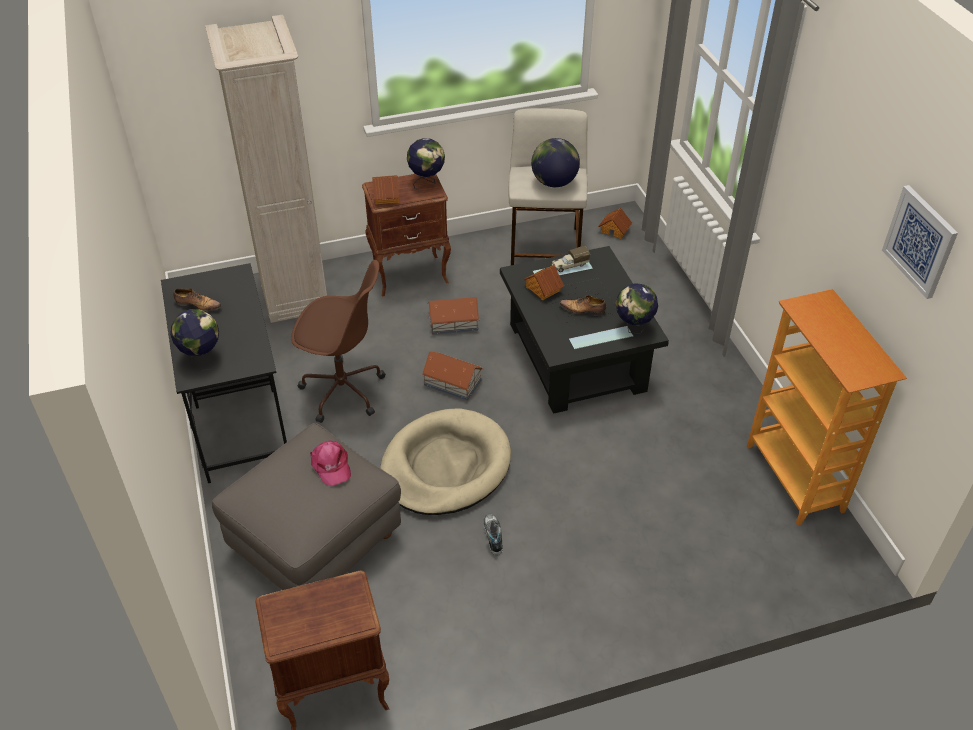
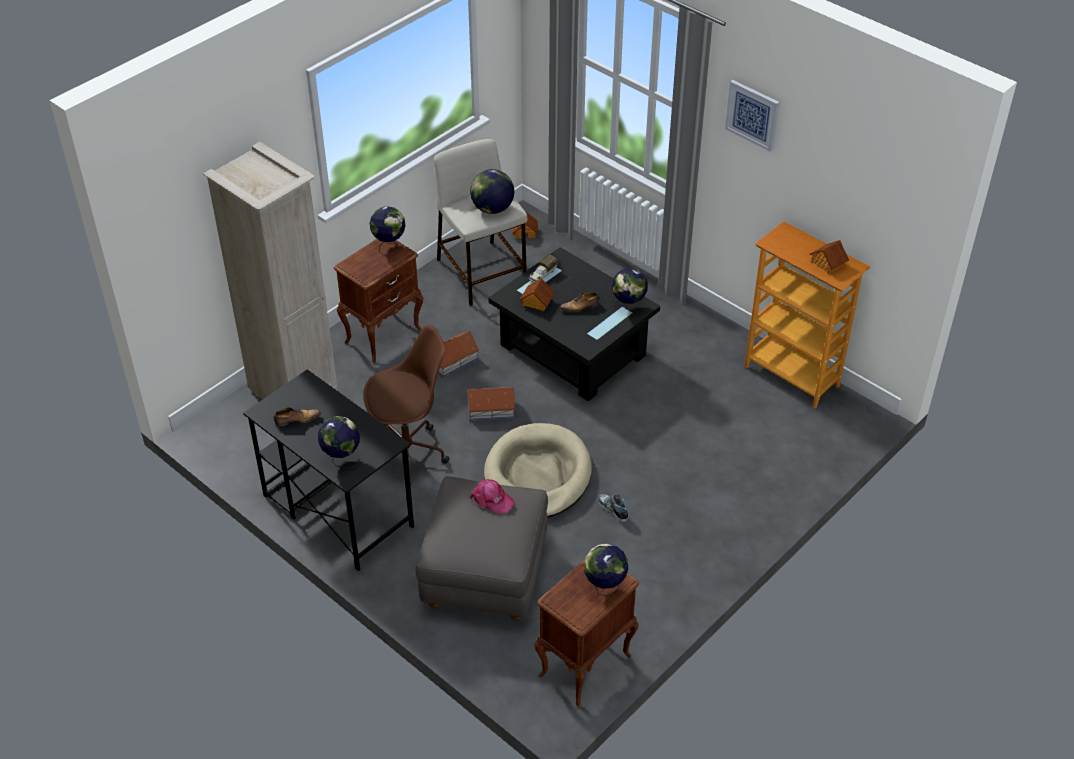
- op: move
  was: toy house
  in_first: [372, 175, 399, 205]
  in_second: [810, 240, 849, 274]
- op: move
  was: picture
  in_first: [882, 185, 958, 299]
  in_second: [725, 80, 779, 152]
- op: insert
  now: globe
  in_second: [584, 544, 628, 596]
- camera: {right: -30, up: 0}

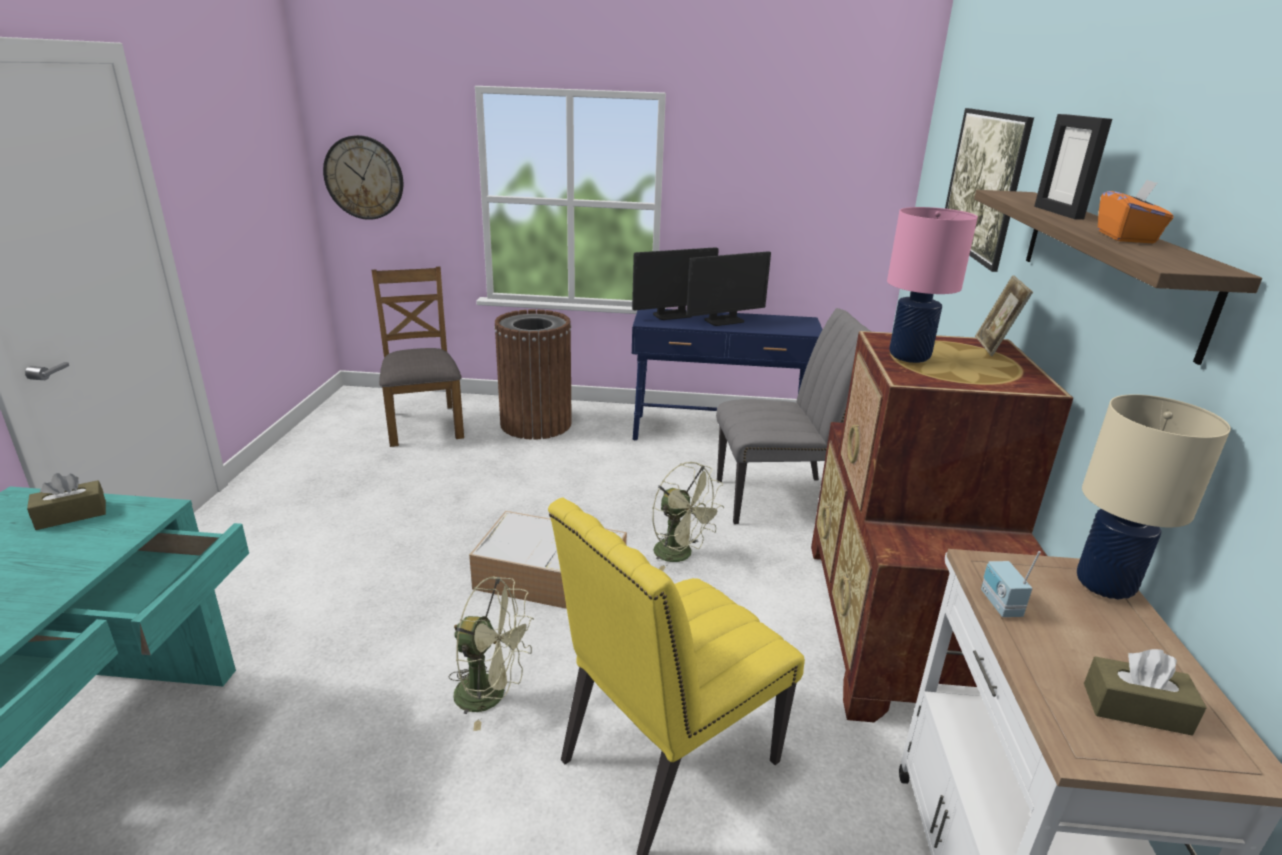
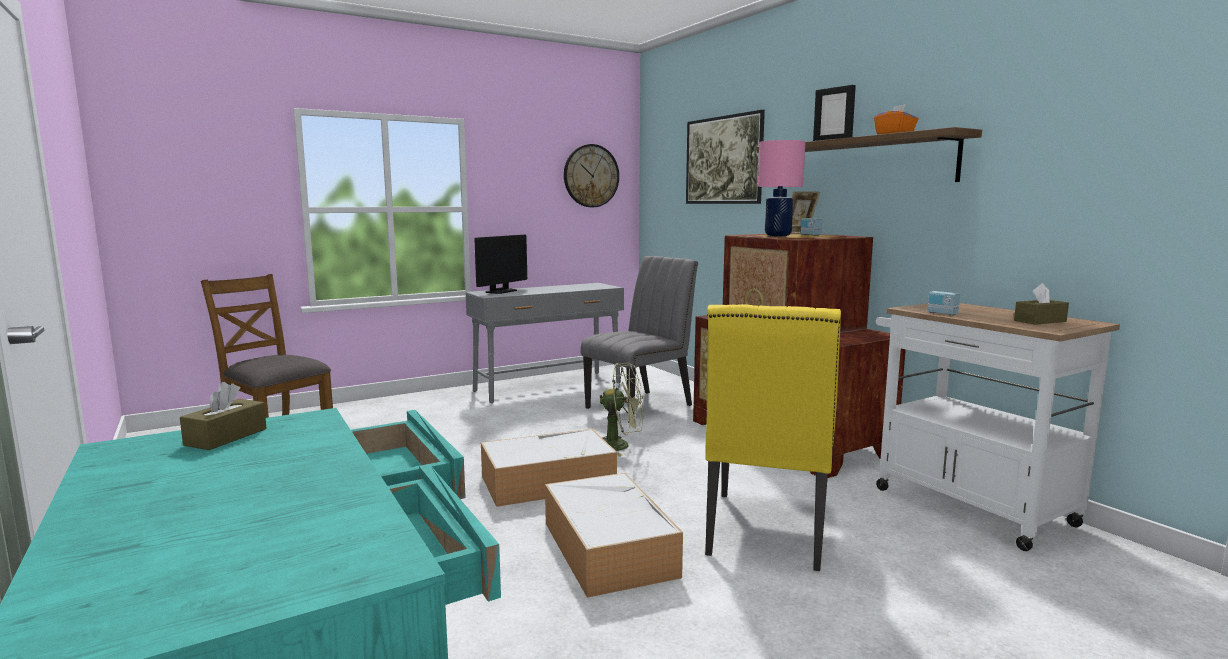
- op: move
  was: wall clock
  in_first: [323, 135, 403, 220]
  in_second: [564, 144, 619, 207]
- op: delete
  was: monitor
  in_first: [686, 251, 771, 326]
- op: recolor
  was: blue console table
  now: grey console table
  in_first: [631, 308, 823, 440]
  in_second: [465, 283, 624, 403]
- op: delete
  was: brown trash can
  in_first: [494, 309, 572, 440]
- op: delete
  was: beige table lamp
  in_first: [1077, 394, 1231, 600]
- op: replace
  was: green fan
  now: storage box
  in_first: [449, 576, 534, 731]
  in_second: [545, 473, 683, 598]
- op: insert
  now: radio
  in_second: [800, 200, 822, 236]
- camera: {right: -35, up: -15}

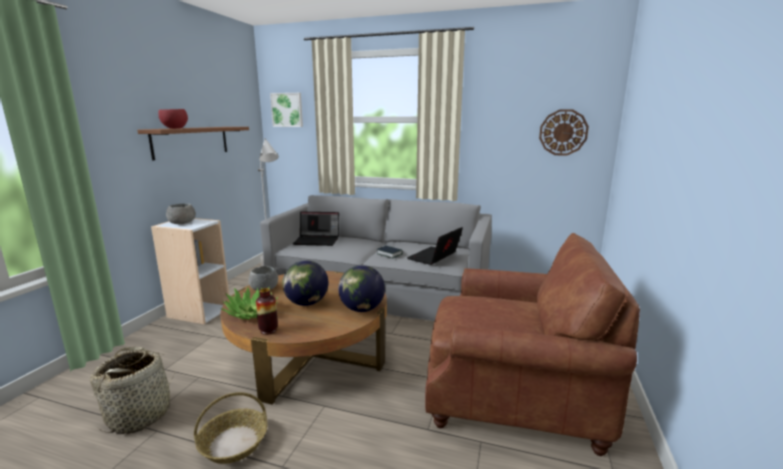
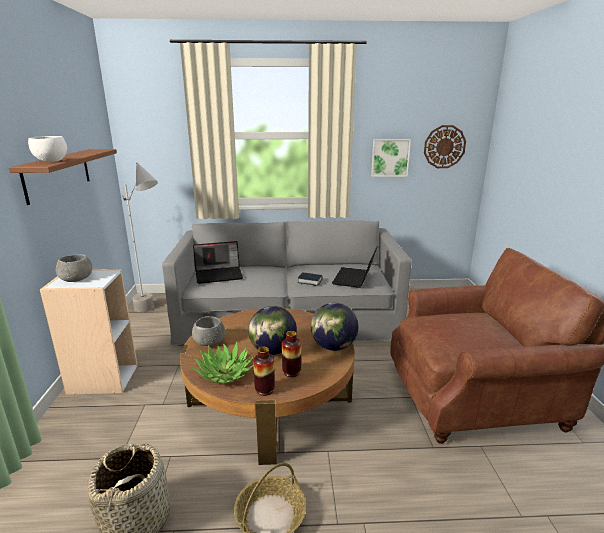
- op: move
  was: picture
  in_first: [270, 93, 303, 127]
  in_second: [371, 139, 411, 177]
- op: recolor
  was: red bowl
  now: white bowl
  in_first: [159, 109, 188, 129]
  in_second: [28, 136, 67, 162]
- op: insert
  now: vase
  in_second: [282, 331, 301, 377]
- camera: {right: -20, up: 5}

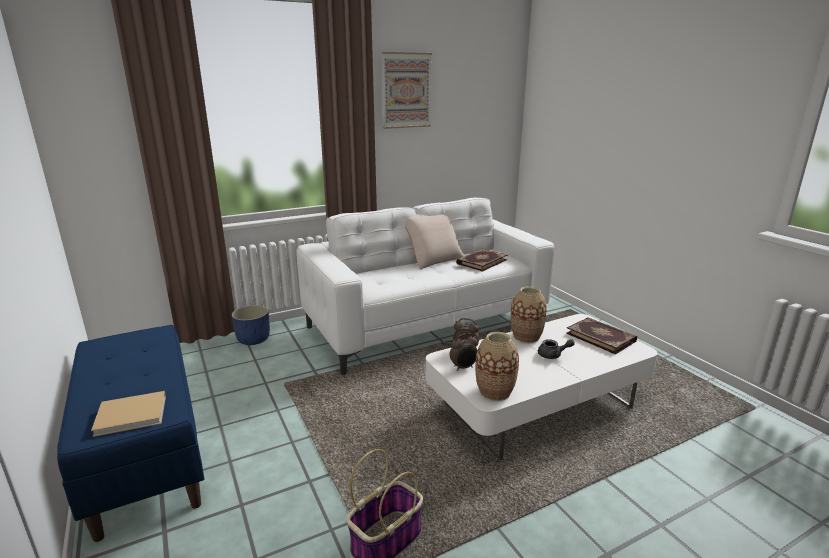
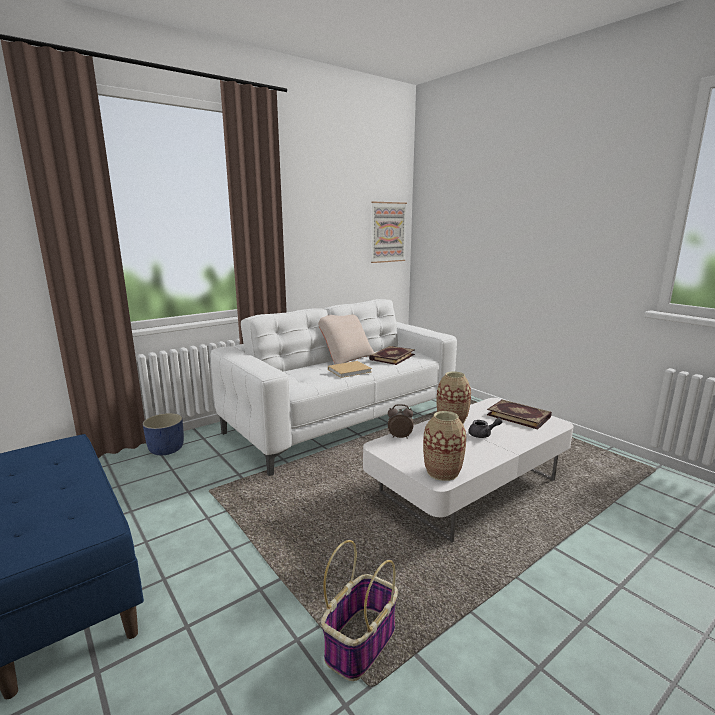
- op: move
  was: picture
  in_first: [381, 52, 432, 129]
  in_second: [371, 202, 407, 263]
- op: delete
  was: alarm clock
  in_first: [450, 333, 478, 371]
- op: move
  was: beige book
  in_first: [91, 391, 166, 437]
  in_second: [328, 361, 372, 378]
- camera: {right: -10, up: -5}

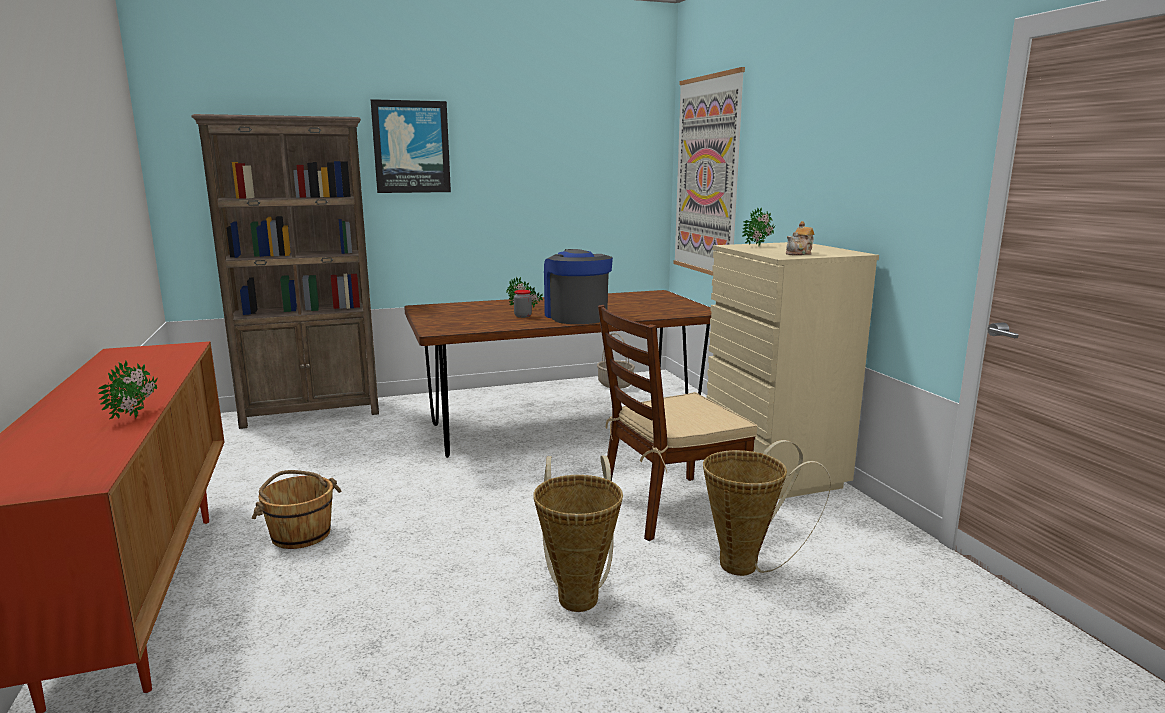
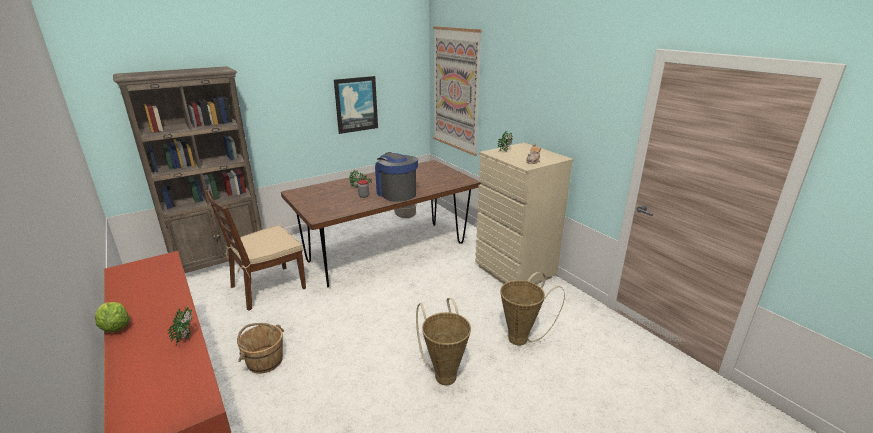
- op: move
  was: picture
  in_first: [371, 99, 451, 193]
  in_second: [334, 76, 378, 134]
- op: move
  was: brown chair
  in_first: [598, 305, 758, 541]
  in_second: [206, 189, 306, 311]
- op: insert
  now: lettuce
  in_second: [95, 302, 130, 332]
- camera: {right: -15, up: 10}

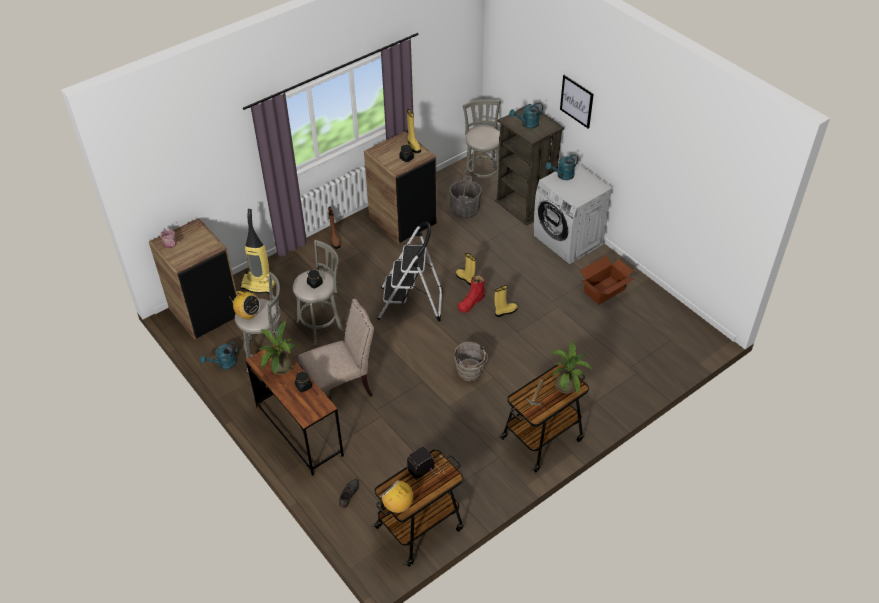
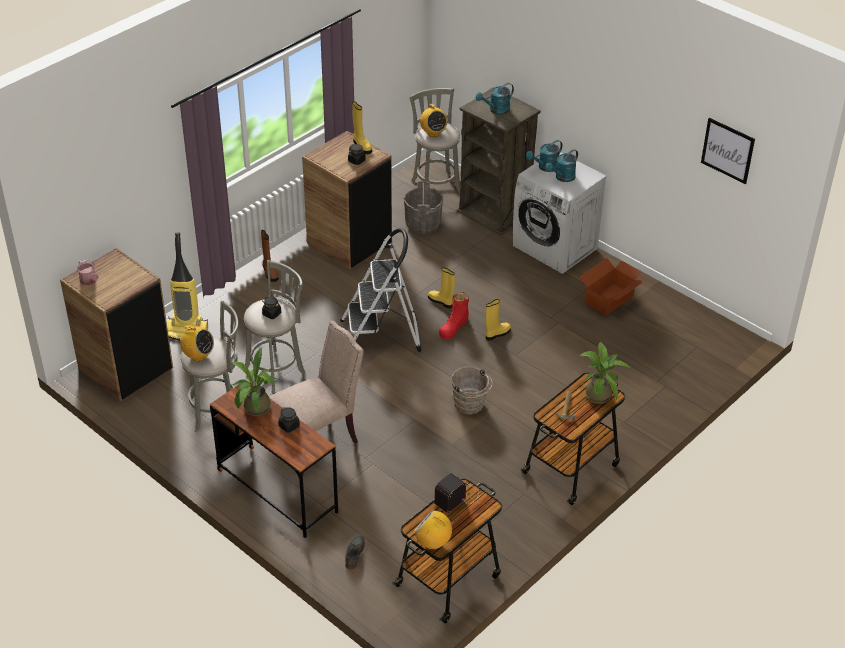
- op: move
  was: picture
  in_first: [560, 75, 594, 129]
  in_second: [701, 118, 755, 184]
- op: move
  was: turquoise watering can
  in_first: [200, 342, 238, 369]
  in_second: [545, 149, 578, 182]
- op: insert
  now: radio
  in_second: [420, 104, 447, 137]
- camera: {right: -10, up: -5}

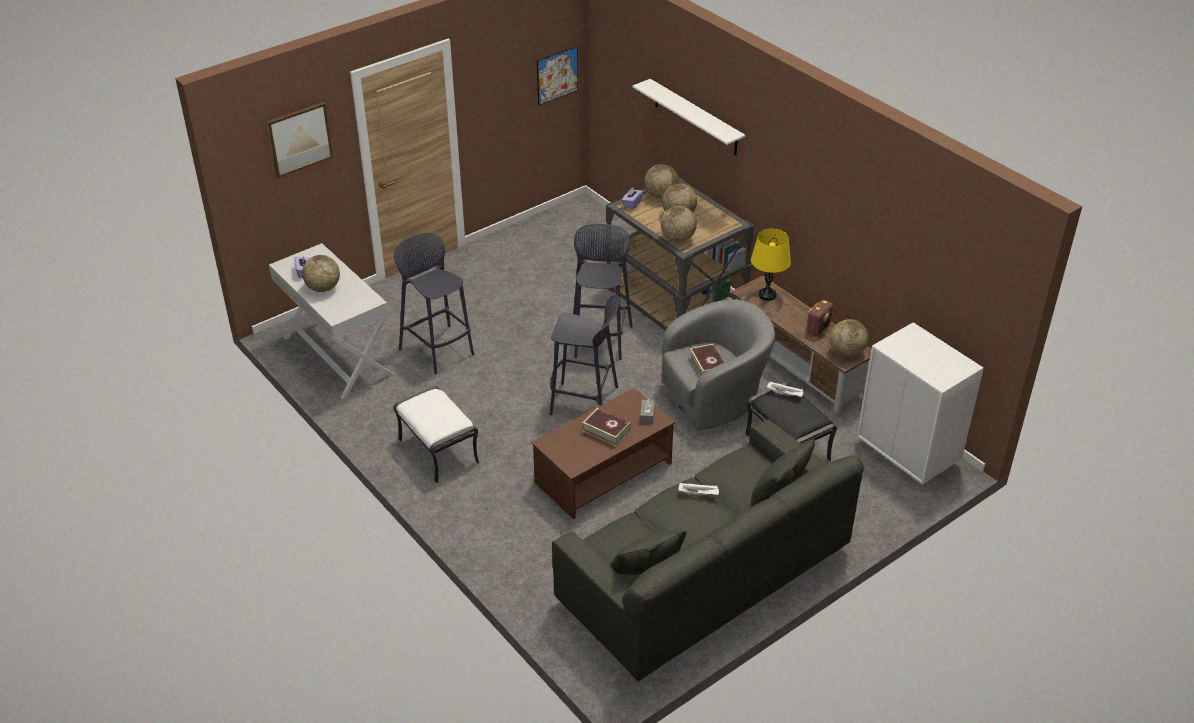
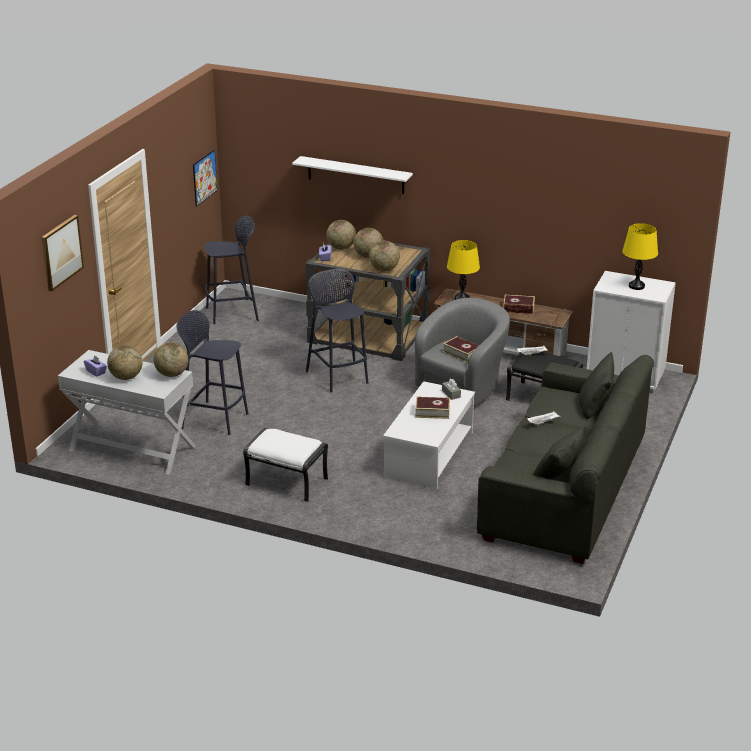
- op: move
  was: grey stool
  in_first: [550, 295, 620, 415]
  in_second: [204, 216, 259, 324]
- op: replace
  was: radio
  now: book
  in_first: [806, 300, 833, 337]
  in_second: [503, 295, 535, 314]
- op: move
  was: globe
  in_first: [830, 319, 868, 357]
  in_second: [154, 342, 188, 377]
- op: recolor
  was: brown coffee table
  now: white coffee table
  in_first: [531, 388, 675, 520]
  in_second: [383, 381, 475, 489]
- op: insert
  now: yellow table lamp
  in_second: [622, 223, 658, 290]
- camera: {right: -30, up: -10}

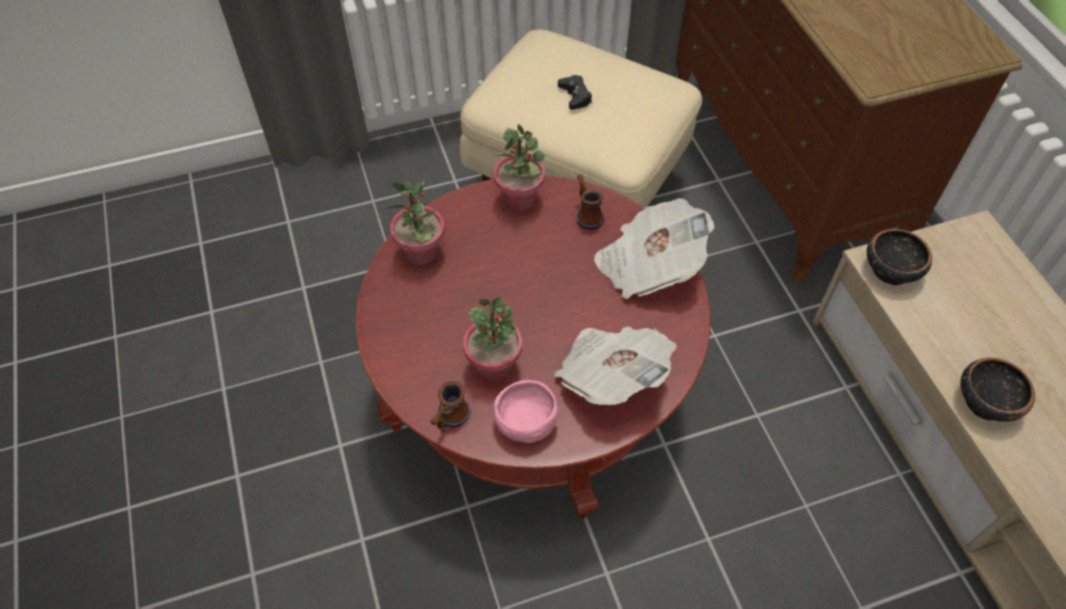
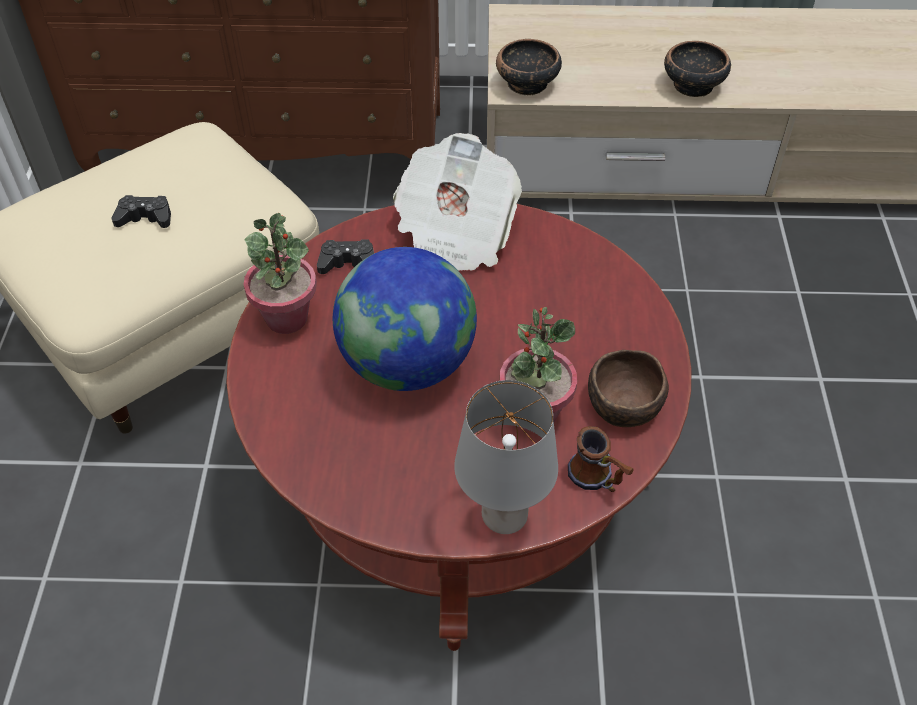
- op: replace
  was: mug
  now: black game controller
  in_first: [576, 174, 605, 230]
  in_second: [317, 239, 374, 274]
- op: delete
  was: potted plant
  in_first: [385, 181, 445, 265]
- op: delete
  was: newspaper
  in_first: [554, 326, 677, 405]
- op: recolor
  was: pink bowl
  now: brown bowl
  in_first: [493, 380, 559, 443]
  in_second: [588, 350, 669, 427]
- op: insert
  now: globe
  in_second: [333, 247, 477, 391]
- op: insert
  now: grey table lamp
  in_second: [454, 380, 558, 534]
- camera: {right: -70, up: -5}

